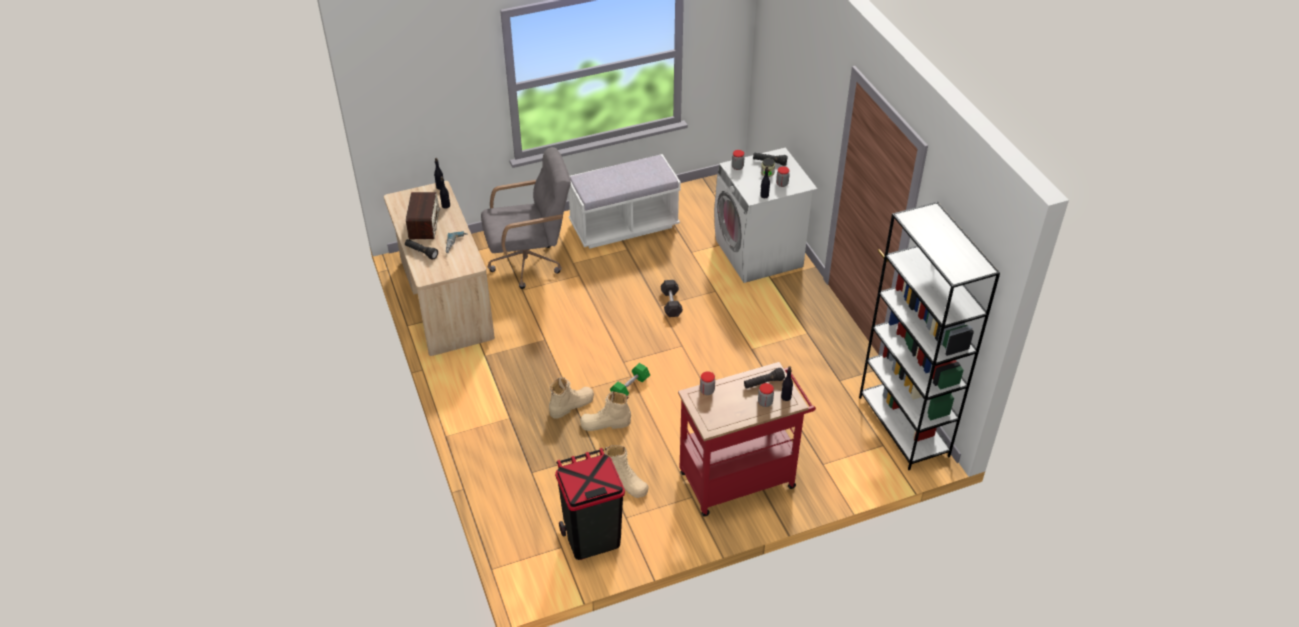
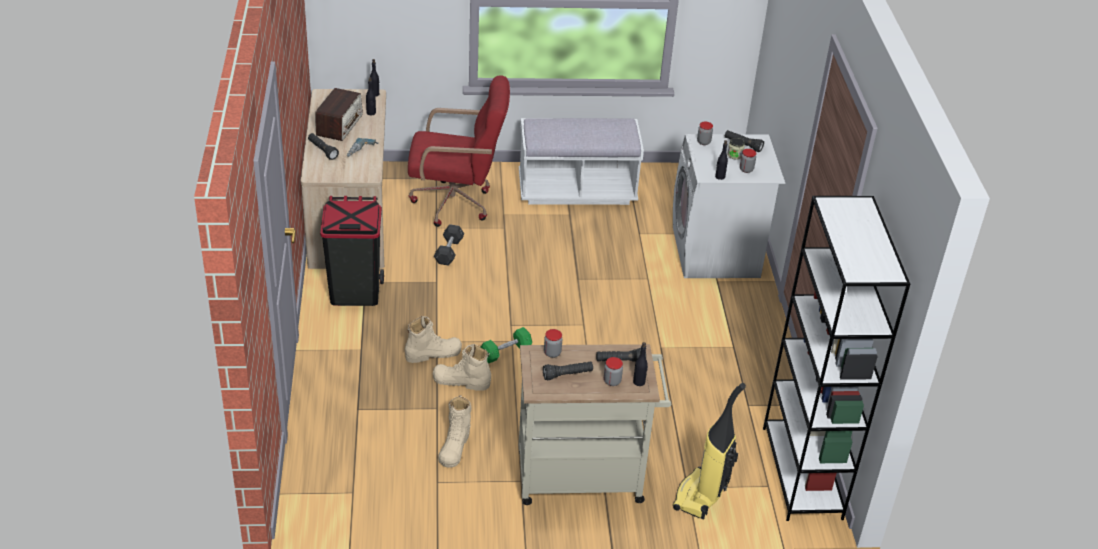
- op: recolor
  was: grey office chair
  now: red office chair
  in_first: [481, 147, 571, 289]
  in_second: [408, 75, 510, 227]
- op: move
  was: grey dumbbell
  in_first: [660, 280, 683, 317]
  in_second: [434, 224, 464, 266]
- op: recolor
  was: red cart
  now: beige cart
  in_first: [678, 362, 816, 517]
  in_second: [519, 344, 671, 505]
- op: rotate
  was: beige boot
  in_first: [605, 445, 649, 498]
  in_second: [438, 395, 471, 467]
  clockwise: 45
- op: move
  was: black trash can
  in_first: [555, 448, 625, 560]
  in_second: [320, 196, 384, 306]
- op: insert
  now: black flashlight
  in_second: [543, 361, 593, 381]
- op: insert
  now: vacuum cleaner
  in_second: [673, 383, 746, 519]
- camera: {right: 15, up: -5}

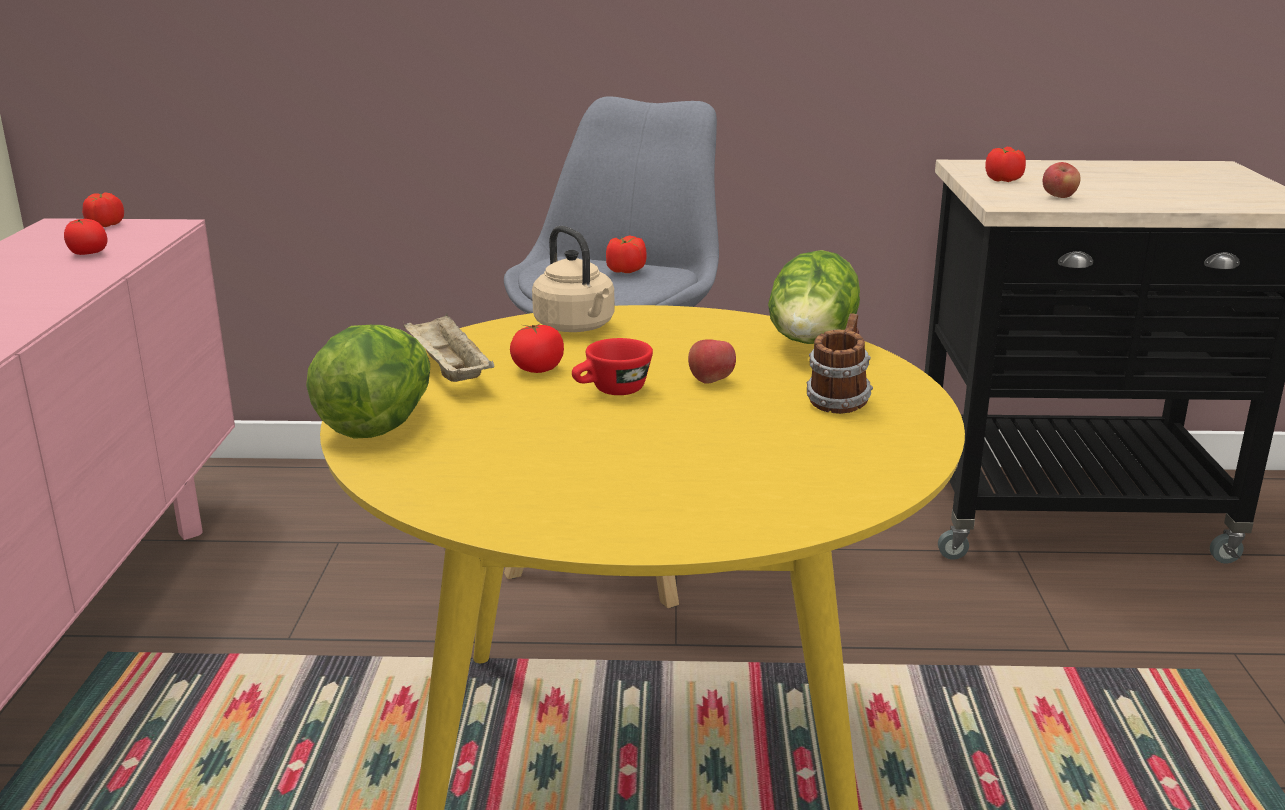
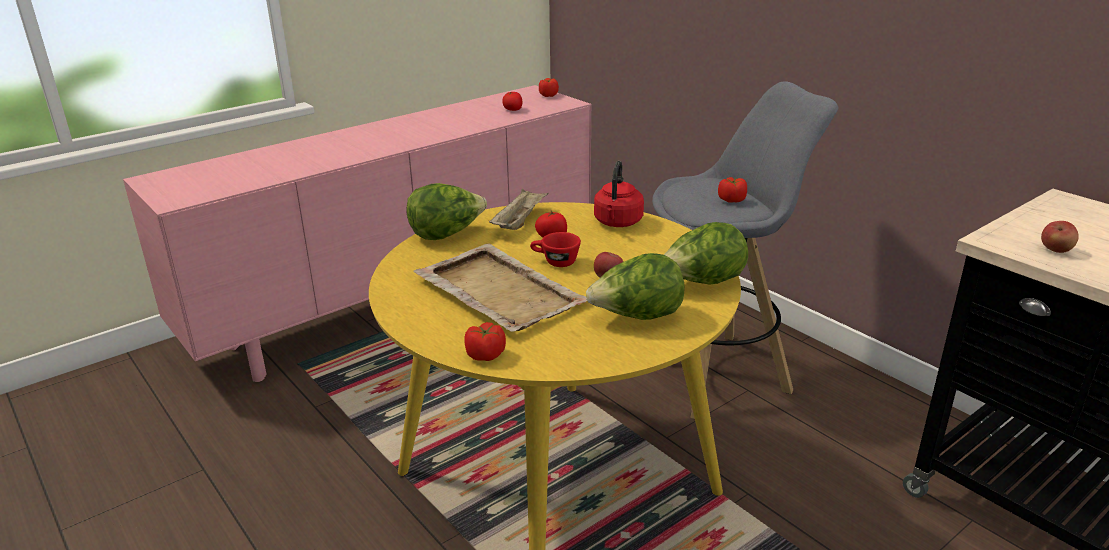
- op: move
  was: tomato
  in_first: [985, 147, 1026, 182]
  in_second: [464, 322, 506, 361]
- op: recolor
  was: beige kettle
  now: red kettle
  in_first: [532, 226, 615, 332]
  in_second: [594, 161, 644, 227]
- op: replace
  was: mug
  now: lettuce
  in_first: [807, 313, 873, 414]
  in_second: [586, 253, 684, 320]
- op: insert
  now: beige tray
  in_second: [413, 243, 587, 332]
- camera: {right: 50, up: 5}

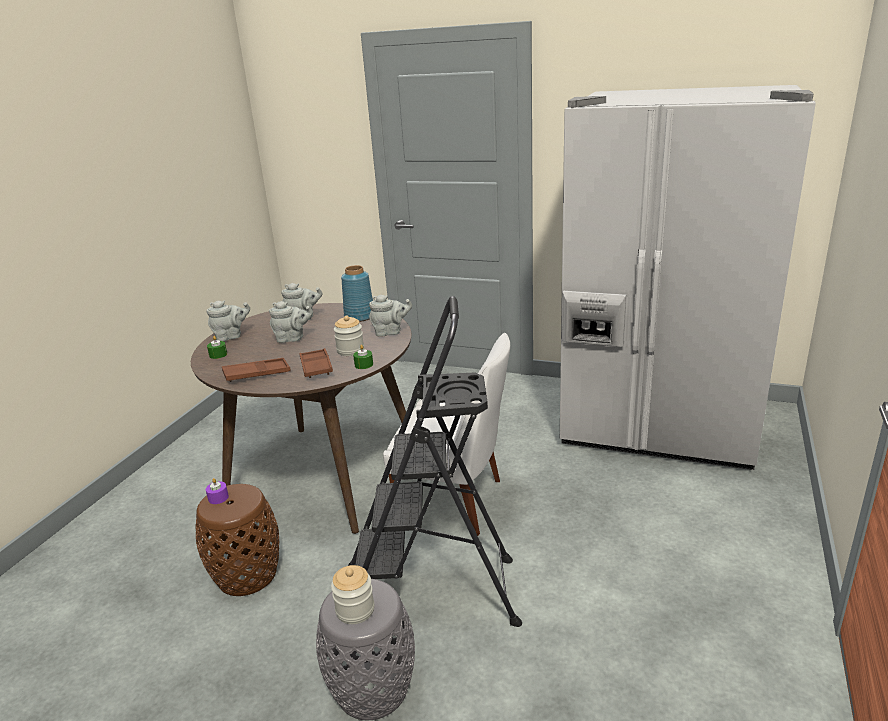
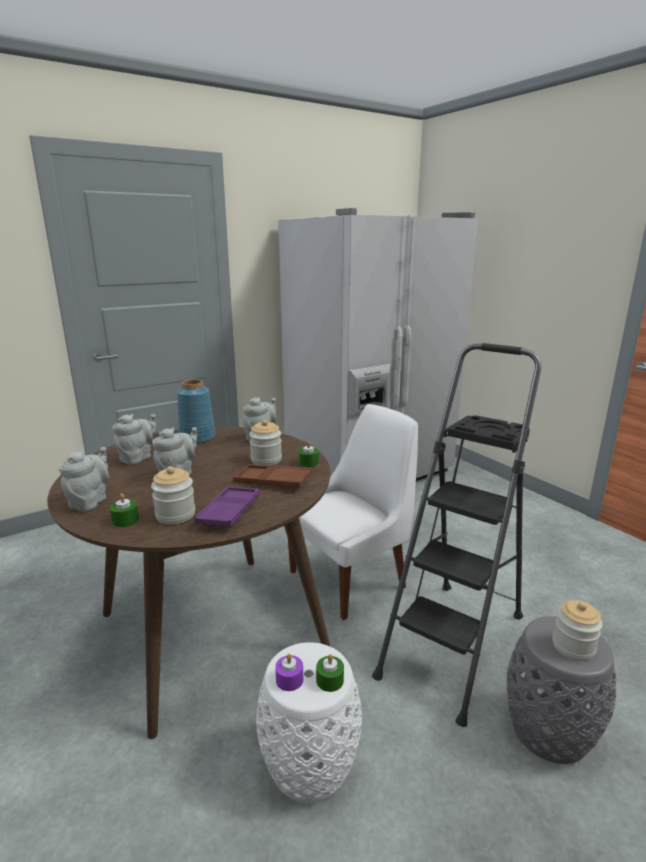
- op: recolor
  was: brown tray
  now: purple tray
  in_first: [222, 358, 290, 382]
  in_second: [194, 486, 260, 529]
- op: recolor
  was: brown stool
  now: white stool
  in_first: [195, 484, 279, 596]
  in_second: [256, 642, 362, 803]
- op: insert
  now: jar
  in_second: [151, 466, 195, 524]
- op: insert
  now: green candle
  in_second: [316, 654, 344, 692]
- camera: {right: -55, up: -5}

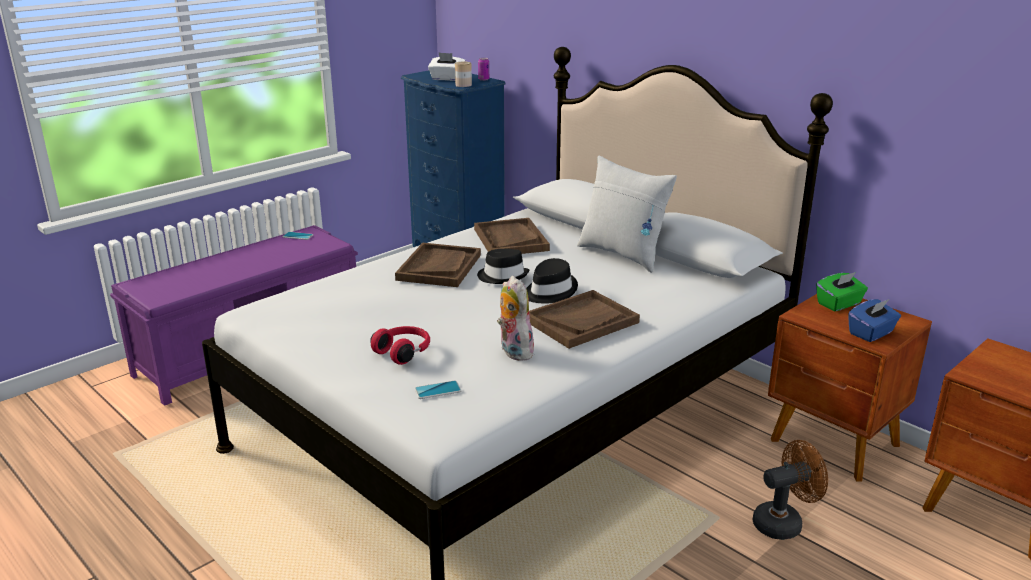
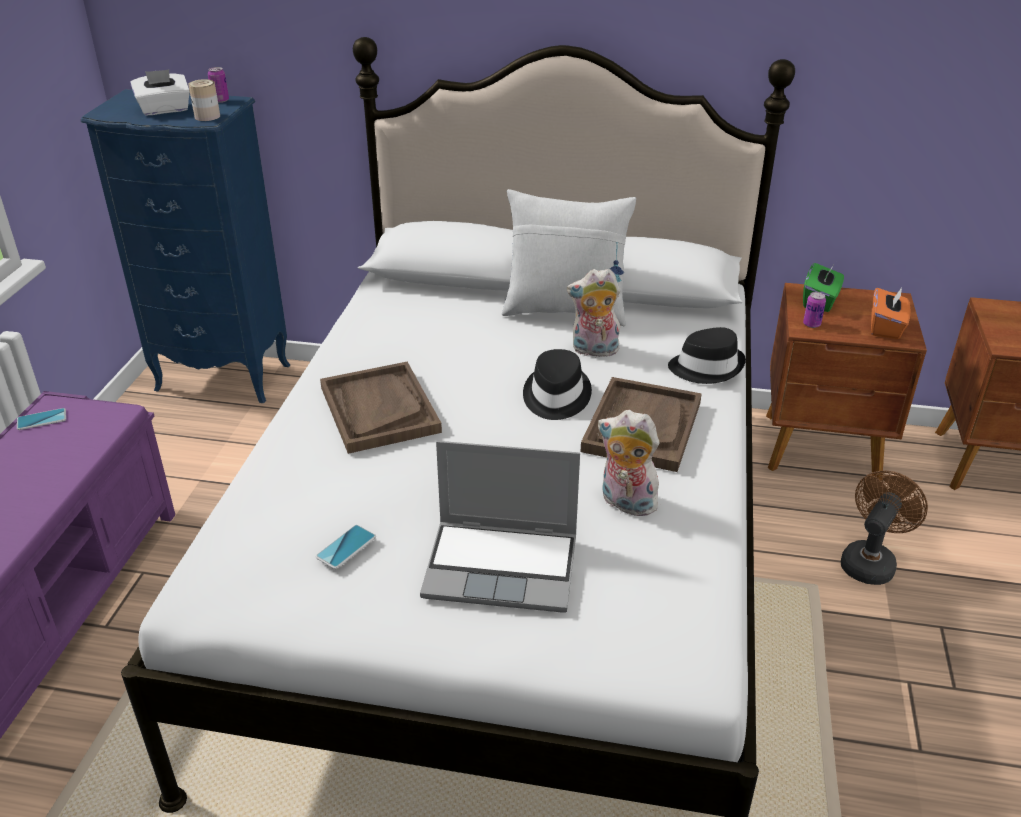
- op: delete
  was: brown tray
  in_first: [474, 218, 550, 254]
- op: move
  was: black hat
  in_first: [477, 249, 529, 284]
  in_second: [668, 327, 746, 384]
- op: recolor
  was: blue tissue box
  now: orange tissue box
  in_first: [848, 299, 901, 342]
  in_second: [871, 286, 910, 339]
- op: replace
  was: red headphones
  now: laptop
  in_first: [370, 326, 430, 365]
  in_second: [420, 441, 580, 612]
- op: move
  was: phone
  in_first: [415, 381, 462, 399]
  in_second: [316, 525, 376, 569]
- op: insert
  now: plush toy
  in_second: [567, 269, 620, 357]
- op: insert
  now: can
  in_second: [803, 292, 826, 328]
- camera: {right: -35, up: 10}

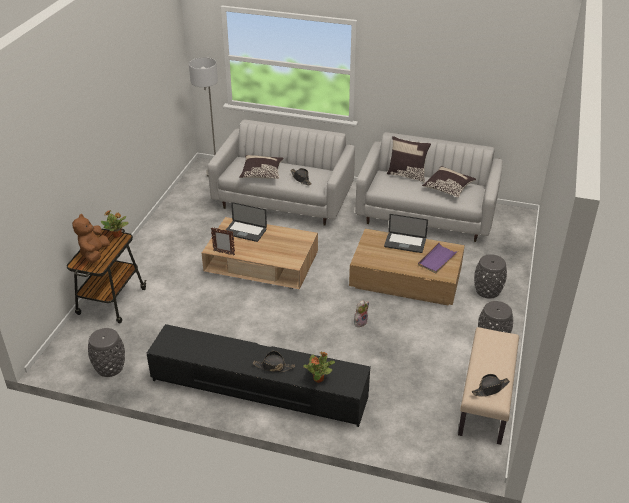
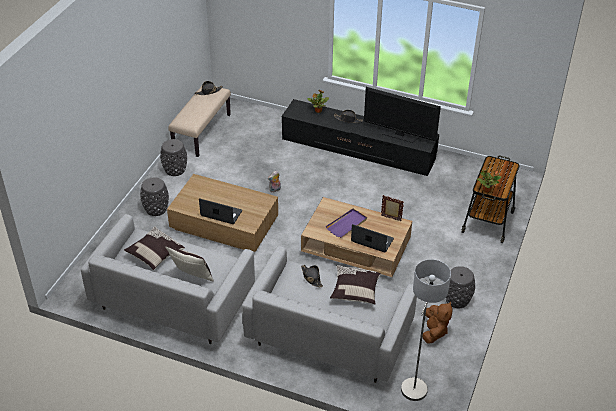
- op: move
  was: brown plush toy
  in_first: [72, 214, 110, 263]
  in_second: [423, 301, 452, 344]
- op: move
  was: purple tray
  in_first: [418, 242, 459, 273]
  in_second: [326, 209, 367, 238]
- op: move
  was: grey stool
  in_first: [88, 328, 125, 377]
  in_second: [446, 266, 475, 308]
- op: insert
  now: television
  in_second: [364, 87, 441, 143]
- camera: {right: -175, up: 5}

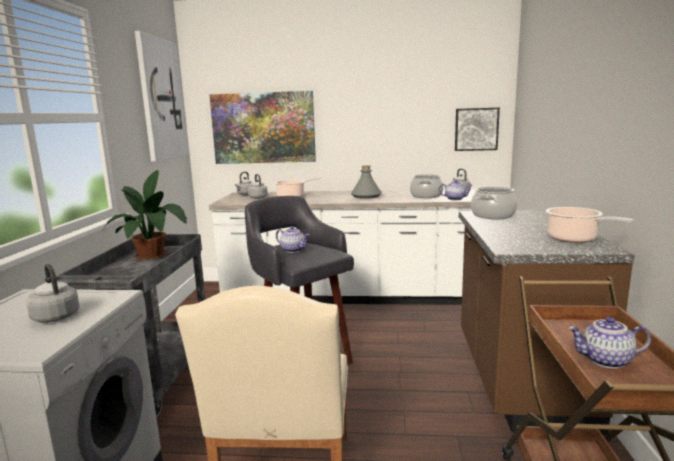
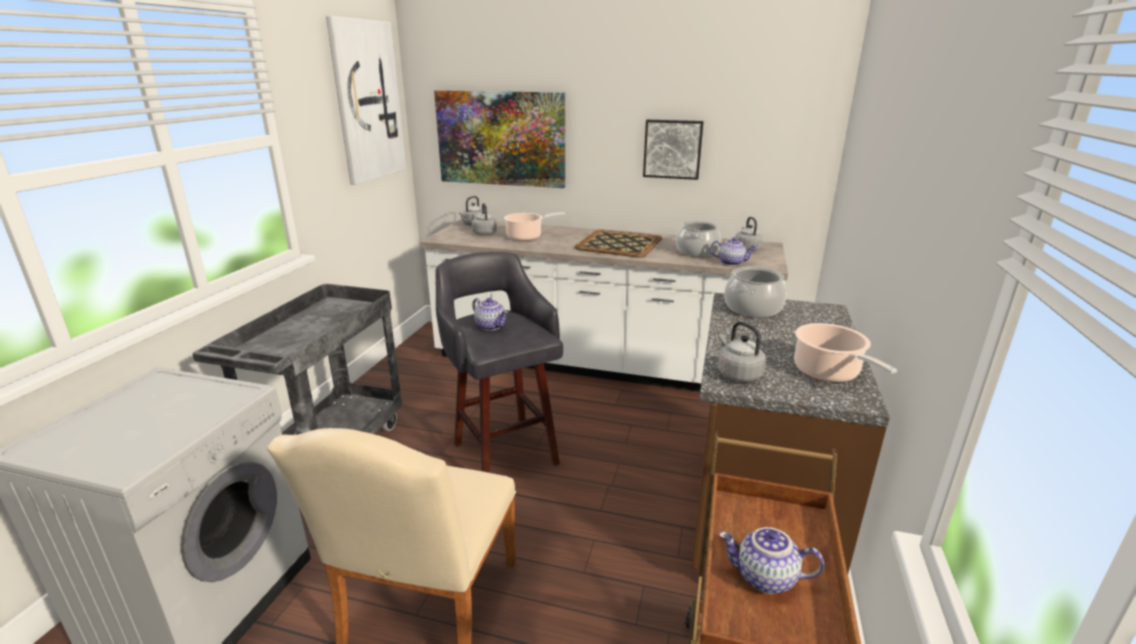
- op: move
  was: picture
  in_first: [455, 108, 500, 151]
  in_second: [643, 120, 704, 180]
- op: replace
  was: grey bottle
  now: tray
  in_first: [351, 165, 382, 199]
  in_second: [574, 229, 662, 258]
- op: delete
  was: potted plant
  in_first: [102, 170, 187, 260]
- op: move
  was: grey kettle
  in_first: [26, 264, 80, 323]
  in_second: [717, 321, 766, 382]
- camera: {right: 10, up: 10}

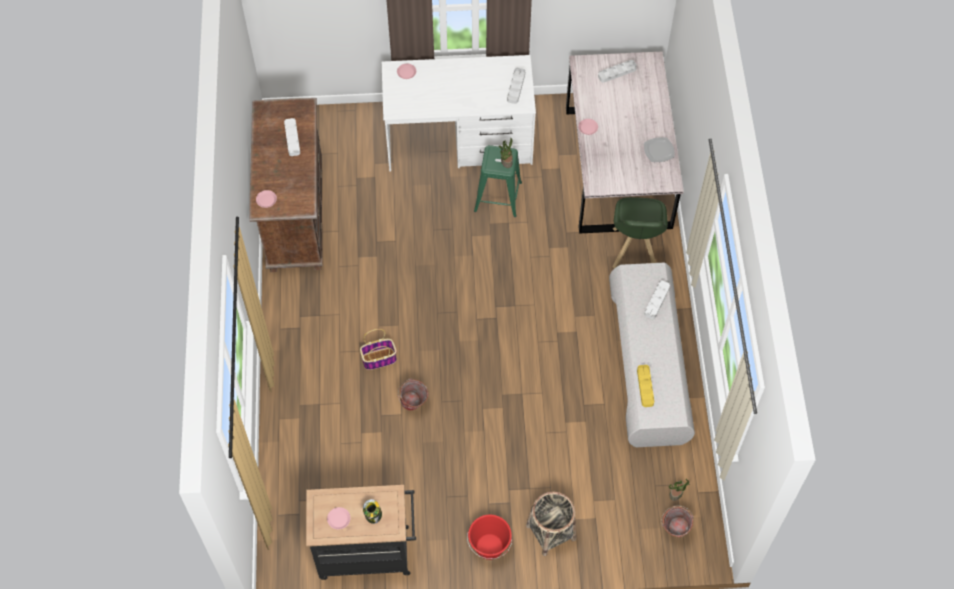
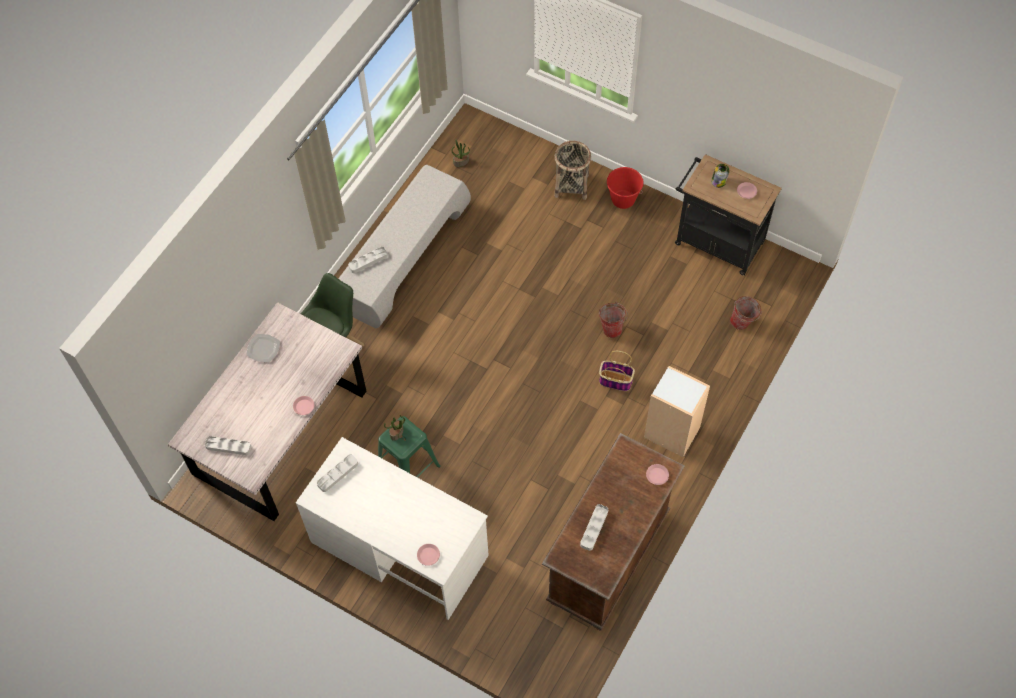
- op: delete
  was: yellow tray
  in_first: [637, 365, 654, 407]
- op: move
  was: bucket
  in_first: [661, 506, 693, 537]
  in_second: [730, 296, 762, 330]
- op: insert
  now: bookcase
  in_second: [644, 366, 710, 457]
- camera: {right: -145, up: 0}

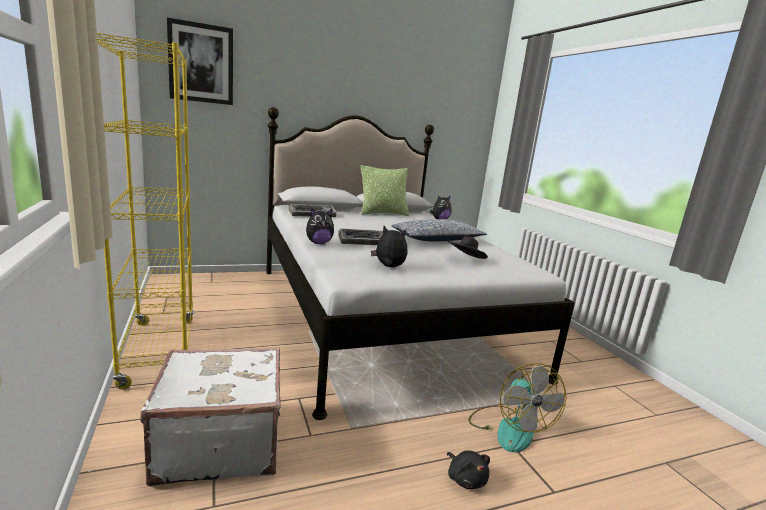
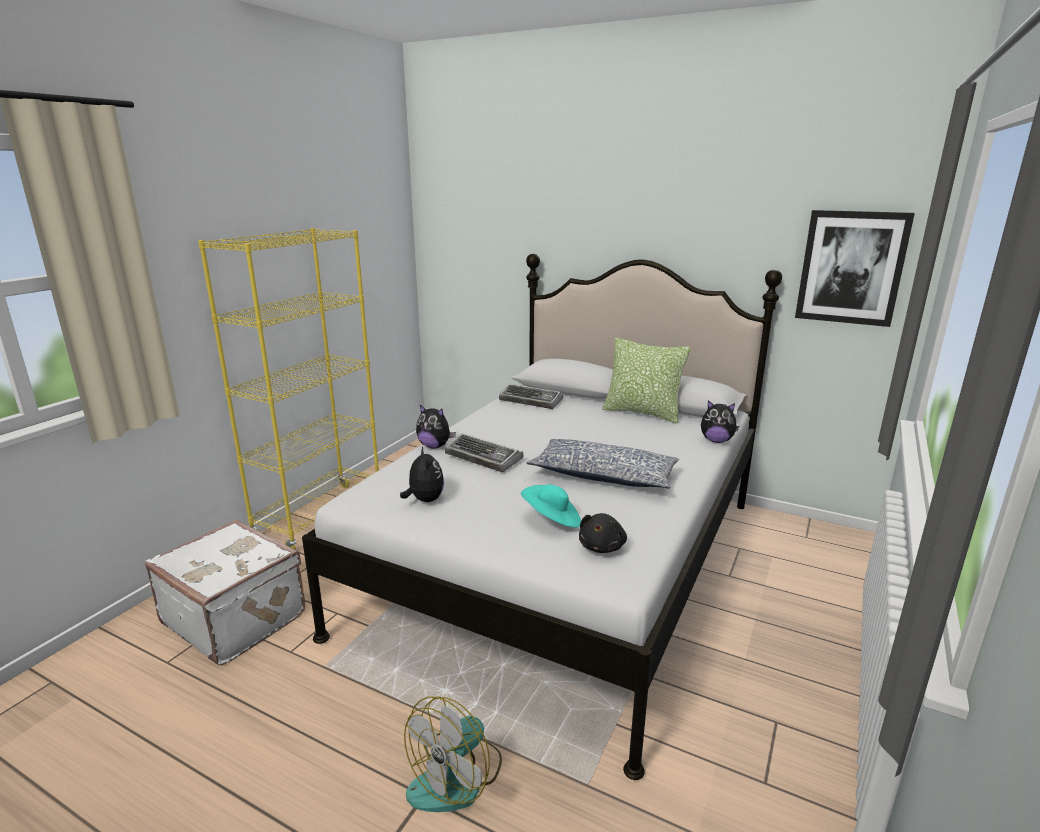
- op: move
  was: picture
  in_first: [167, 18, 233, 105]
  in_second: [795, 210, 915, 327]
- op: recolor
  was: black hat
  now: turquoise hat
  in_first: [448, 236, 488, 259]
  in_second: [521, 484, 581, 528]
- op: move
  was: black plush toy
  in_first: [447, 450, 490, 489]
  in_second: [579, 513, 627, 553]
- camera: {right: 50, up: 5}

